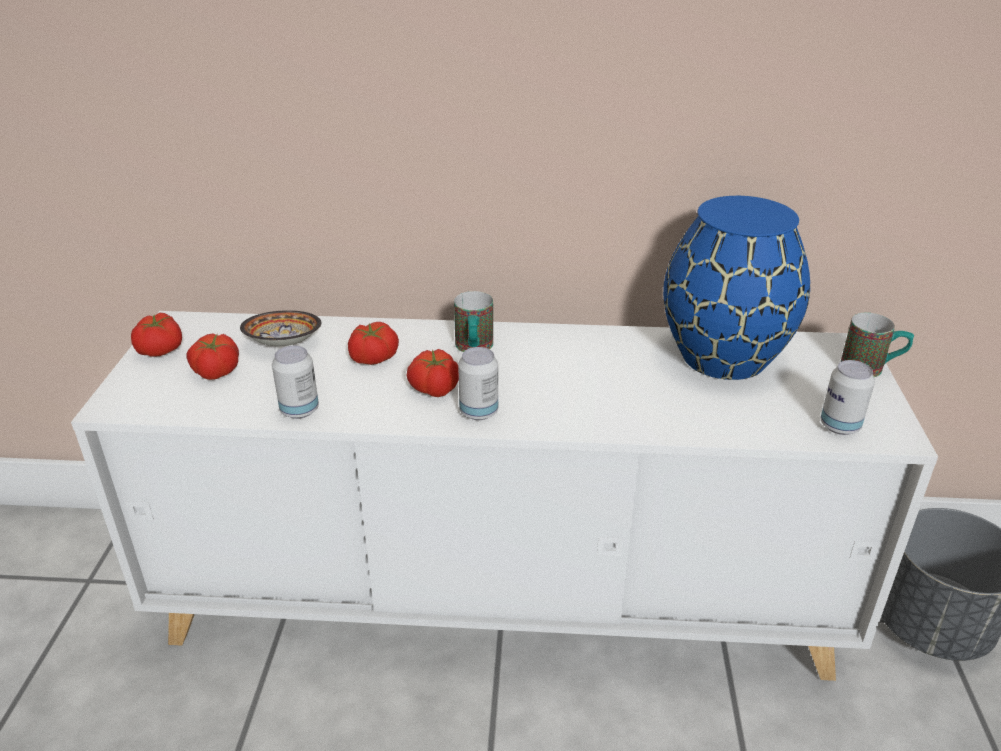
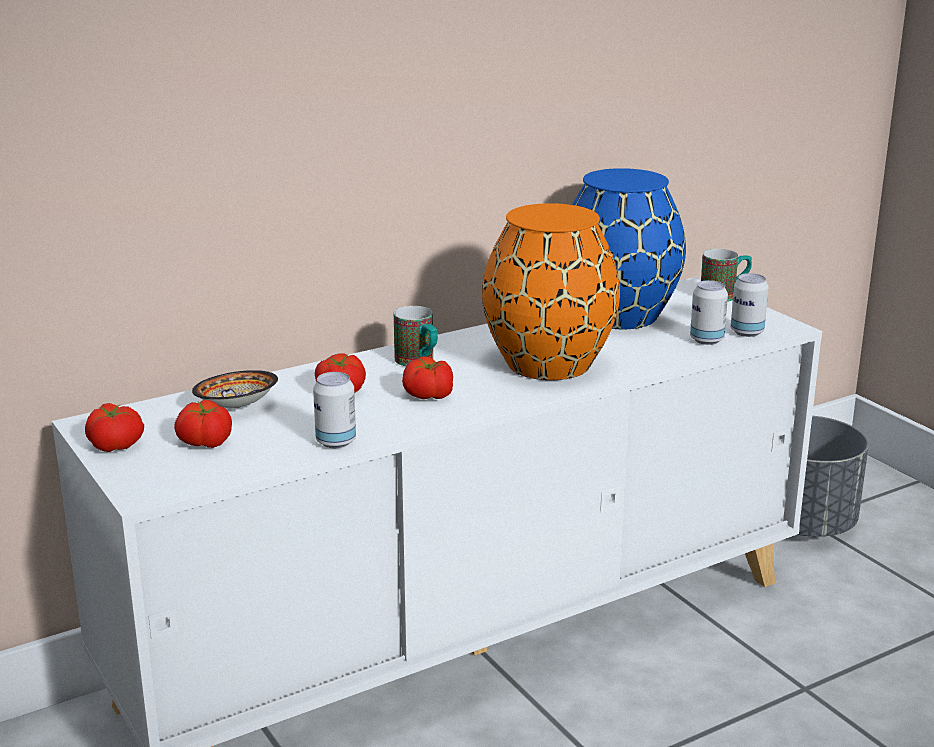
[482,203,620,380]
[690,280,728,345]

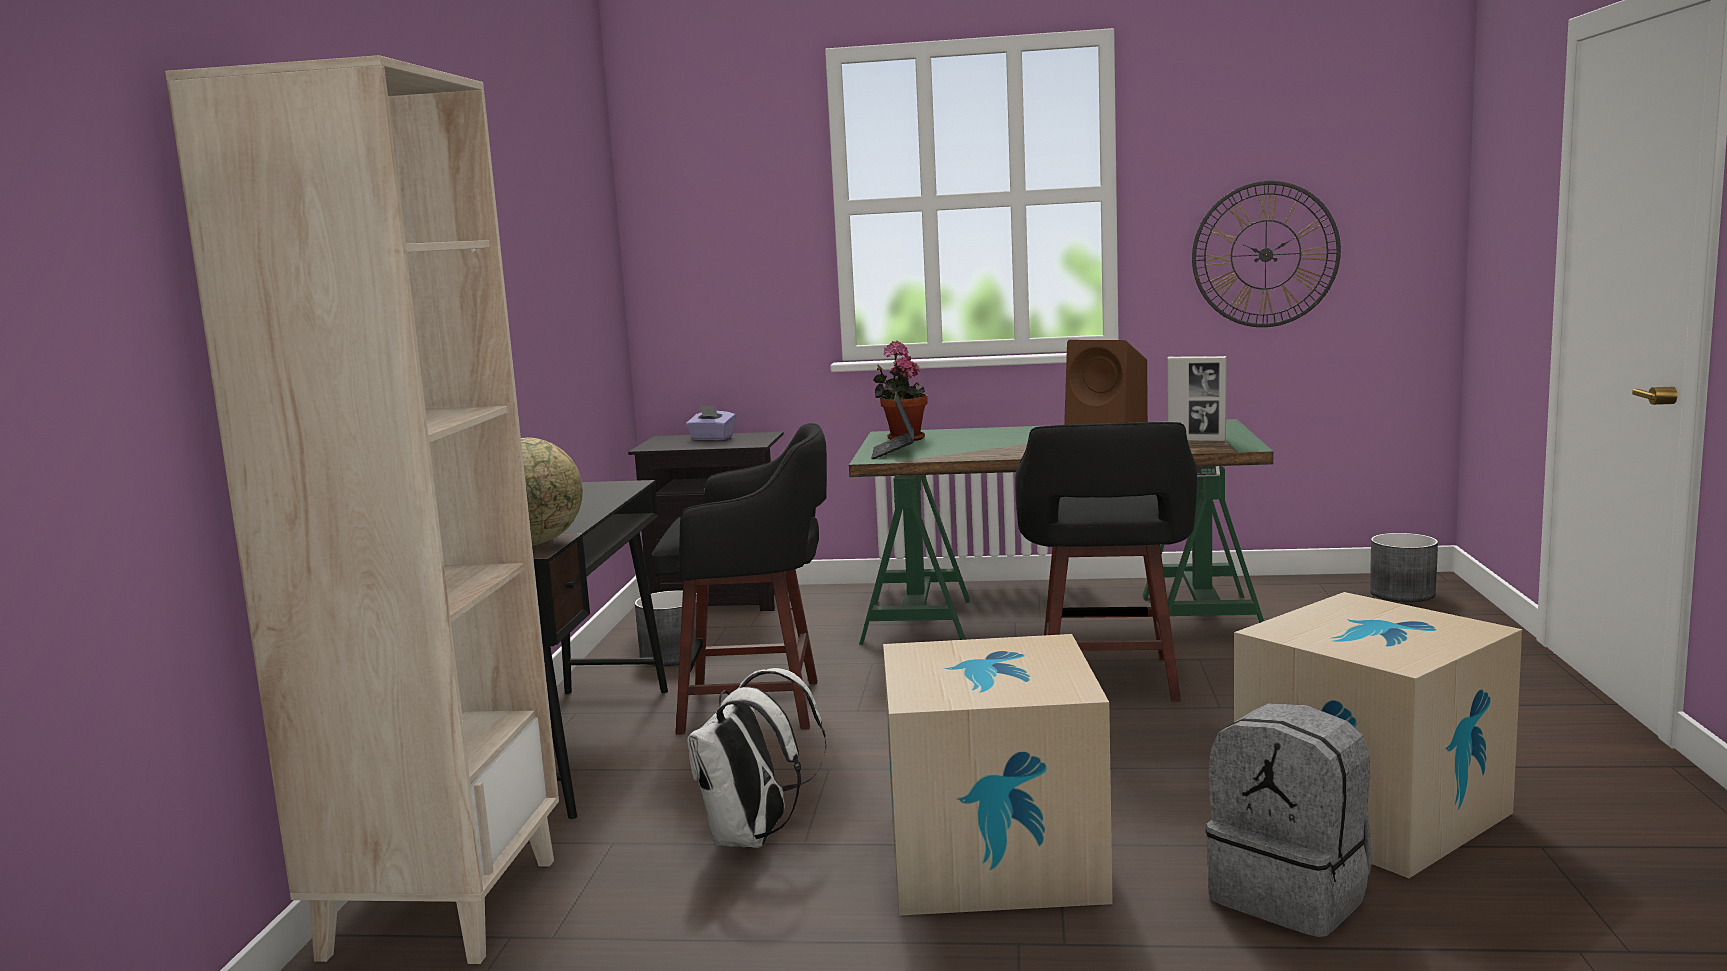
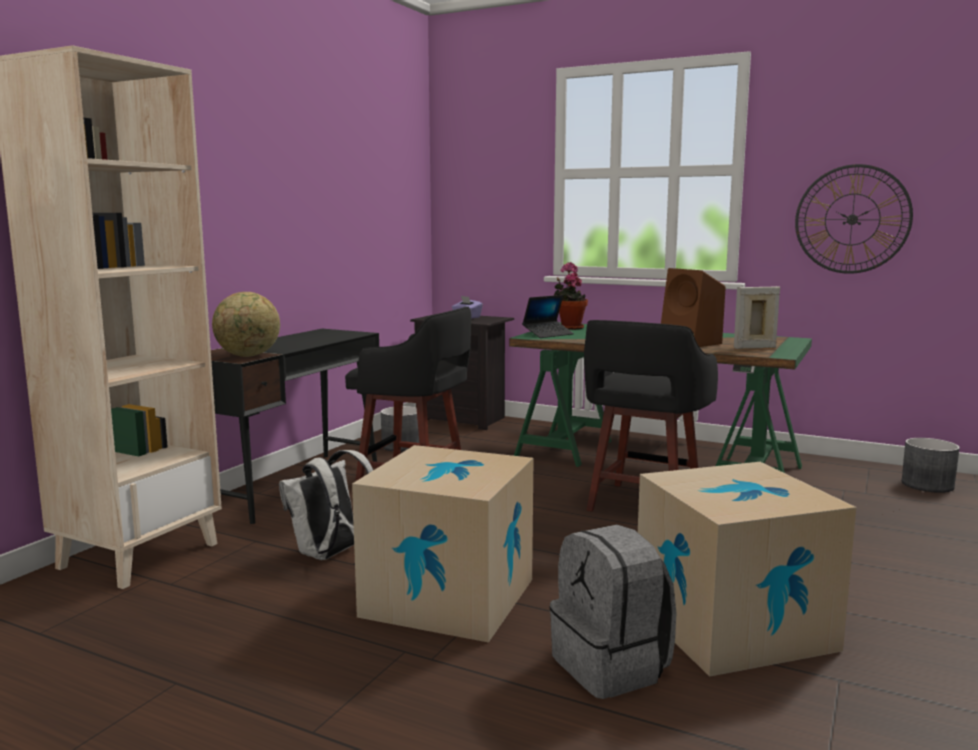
[522,295,574,338]
[734,286,780,349]

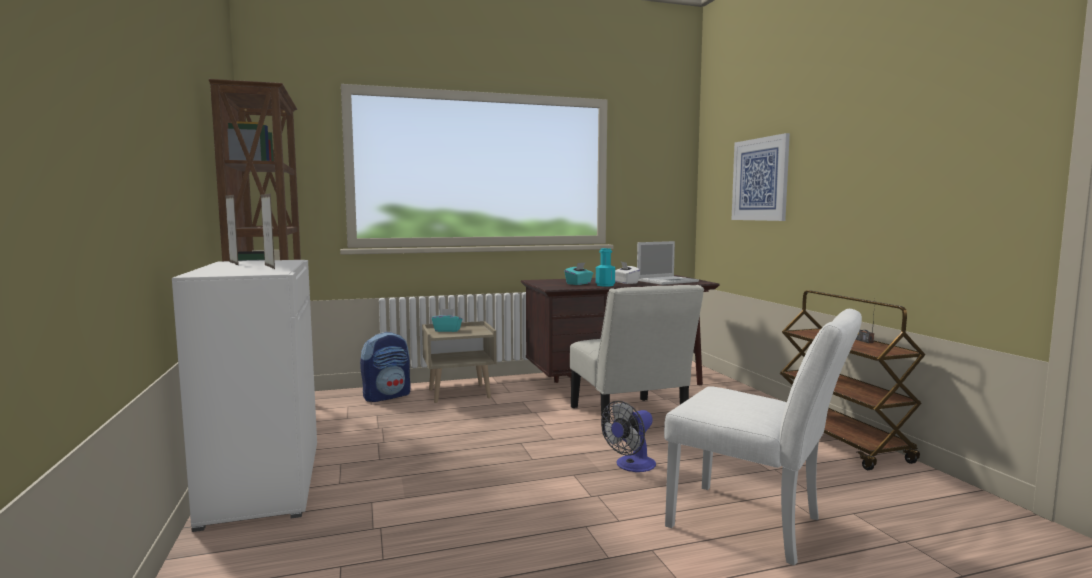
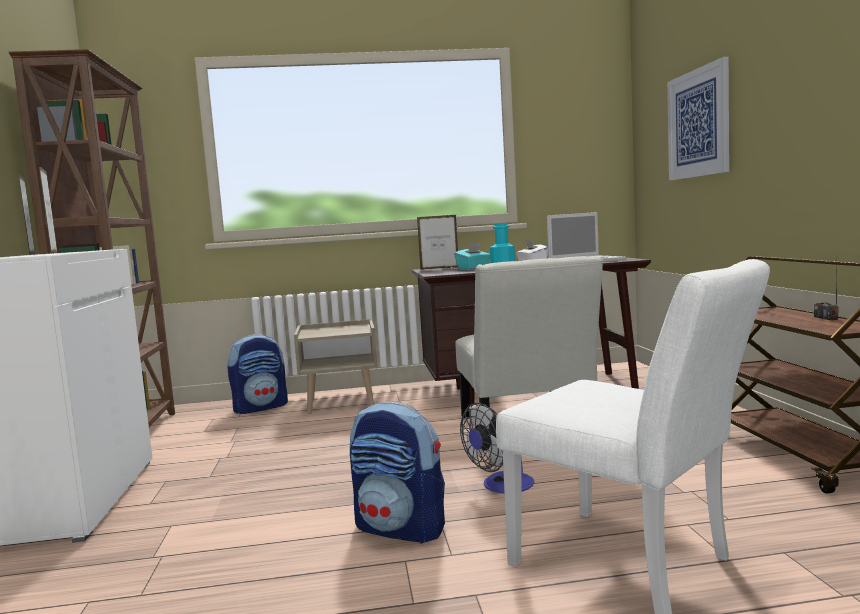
[350,402,445,544]
[417,215,458,270]
[432,309,462,332] (first image)

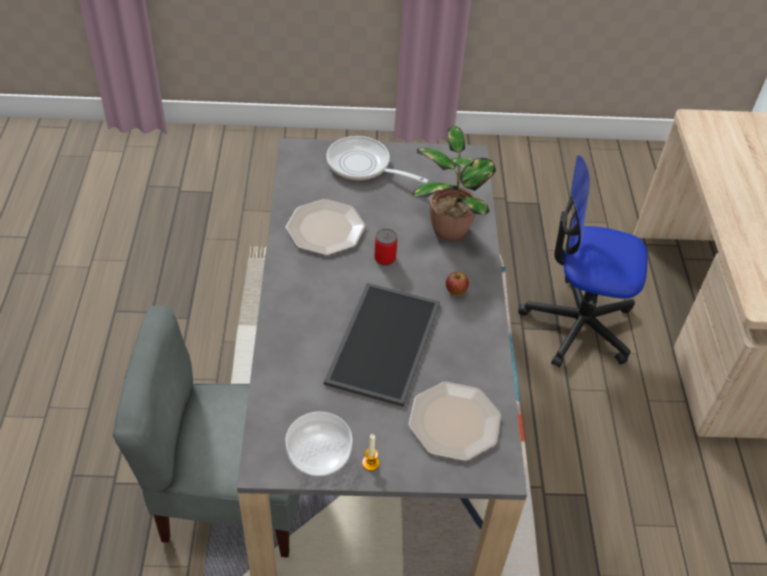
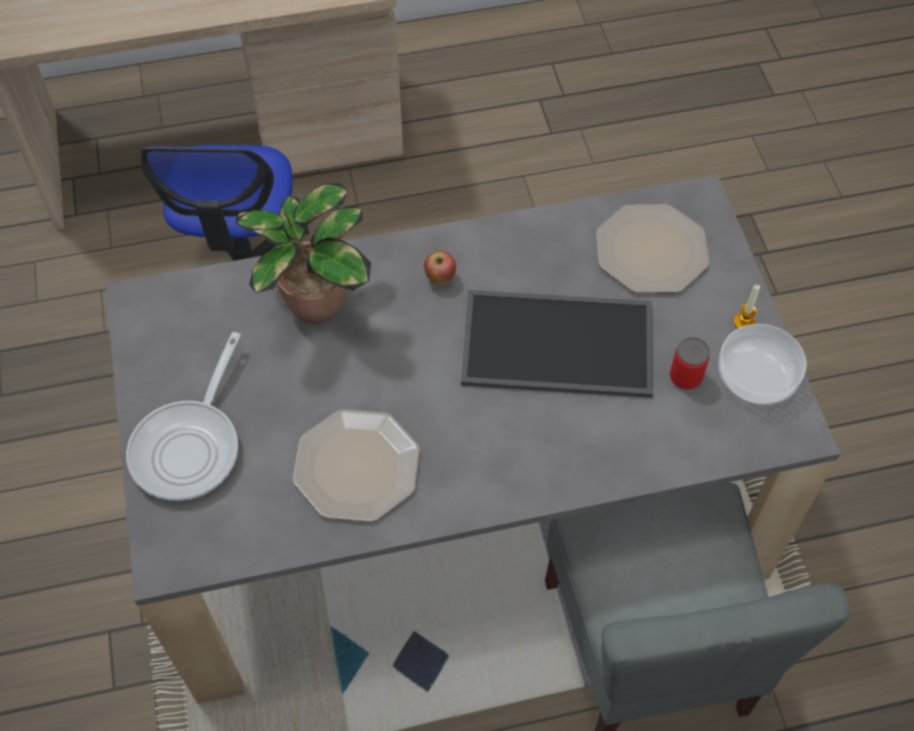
[670,337,710,390]

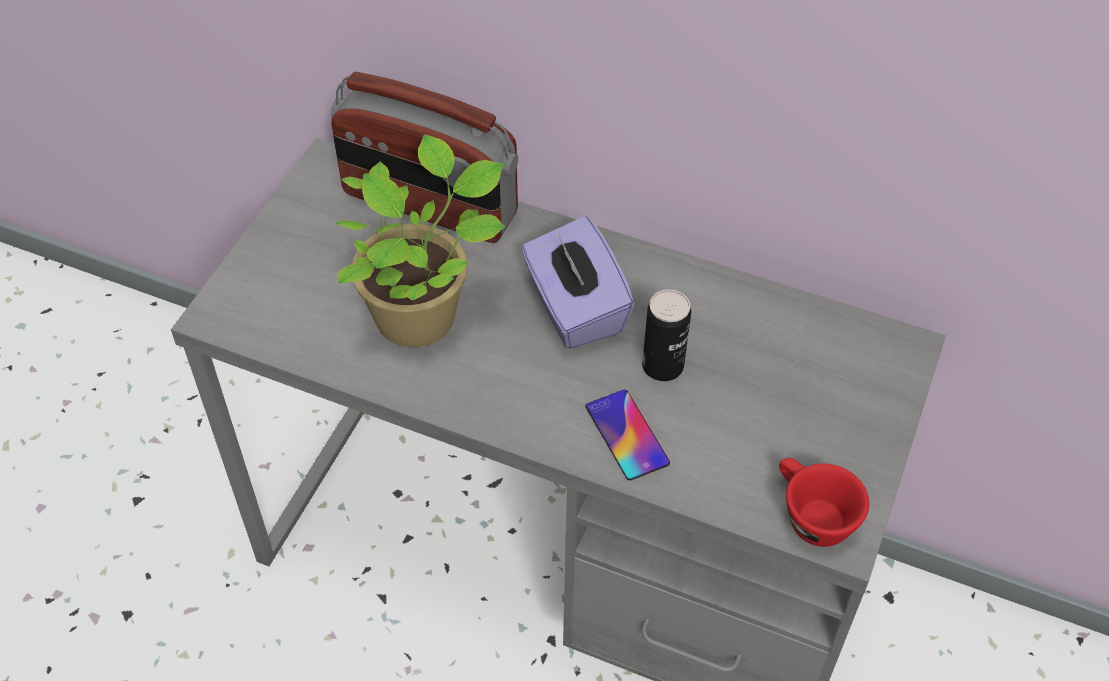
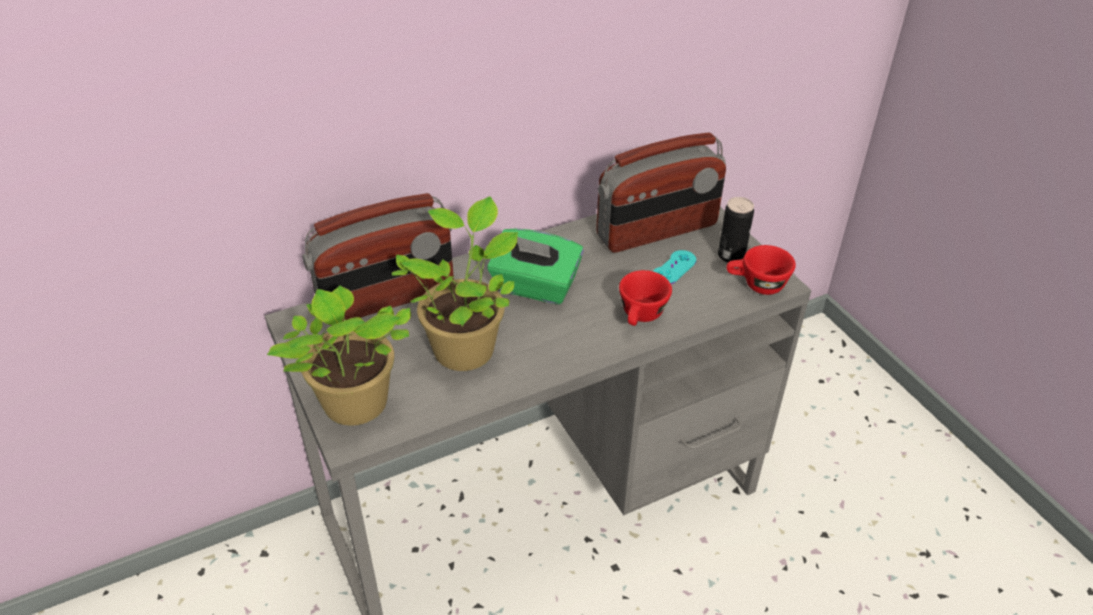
[267,285,411,425]
[487,228,584,304]
[596,133,726,253]
[619,270,672,326]
[653,250,697,284]
[718,197,754,263]

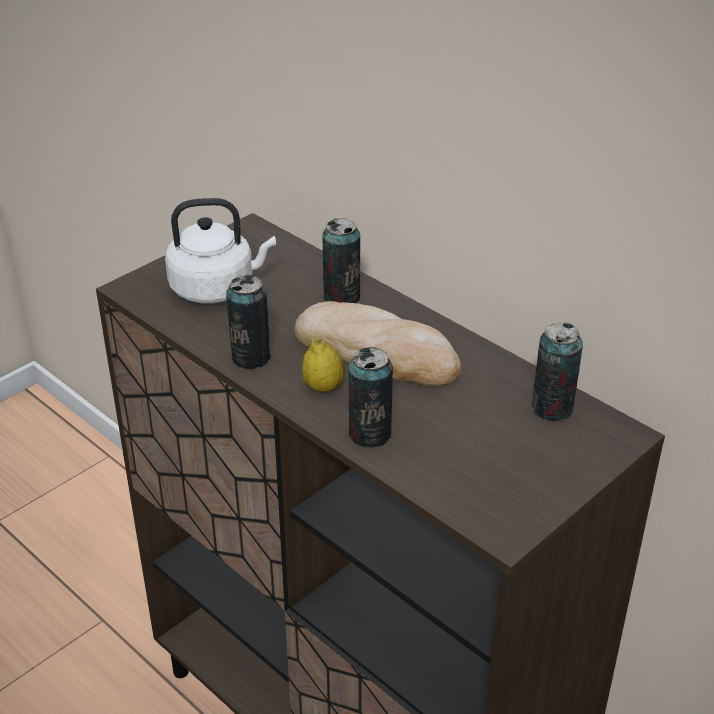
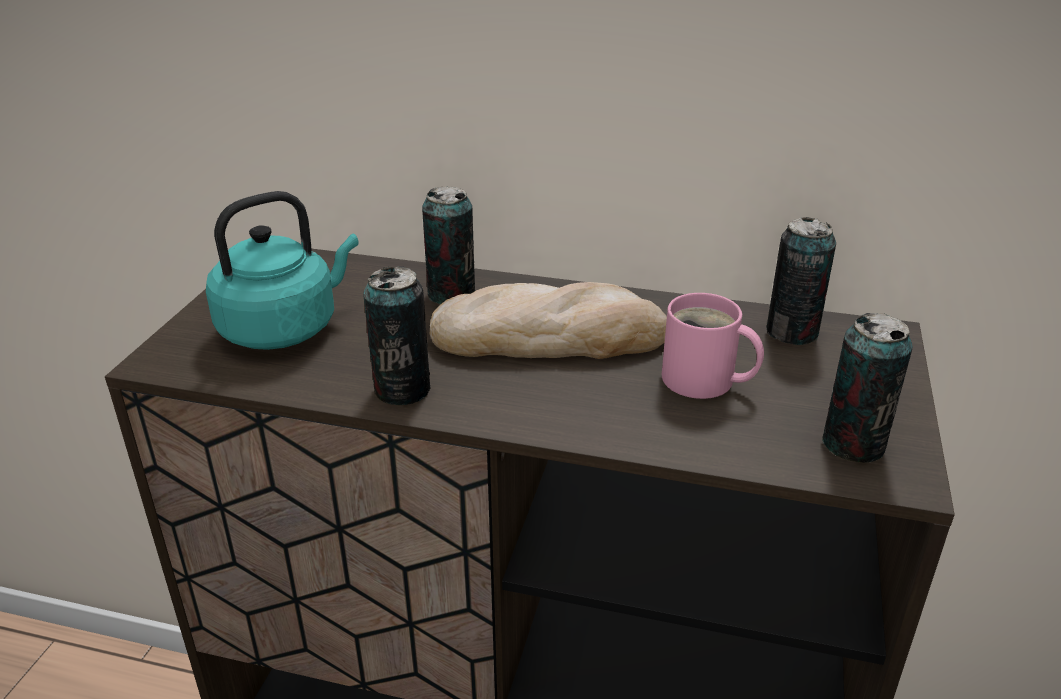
[206,191,359,350]
[662,293,764,399]
[822,313,912,463]
[302,338,344,392] (first image)

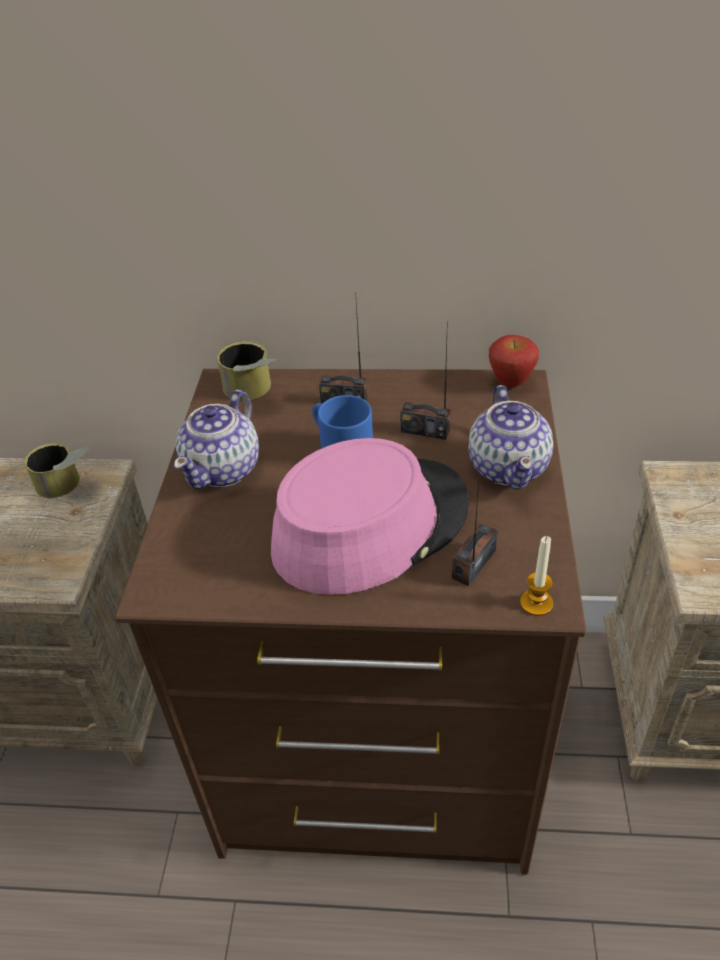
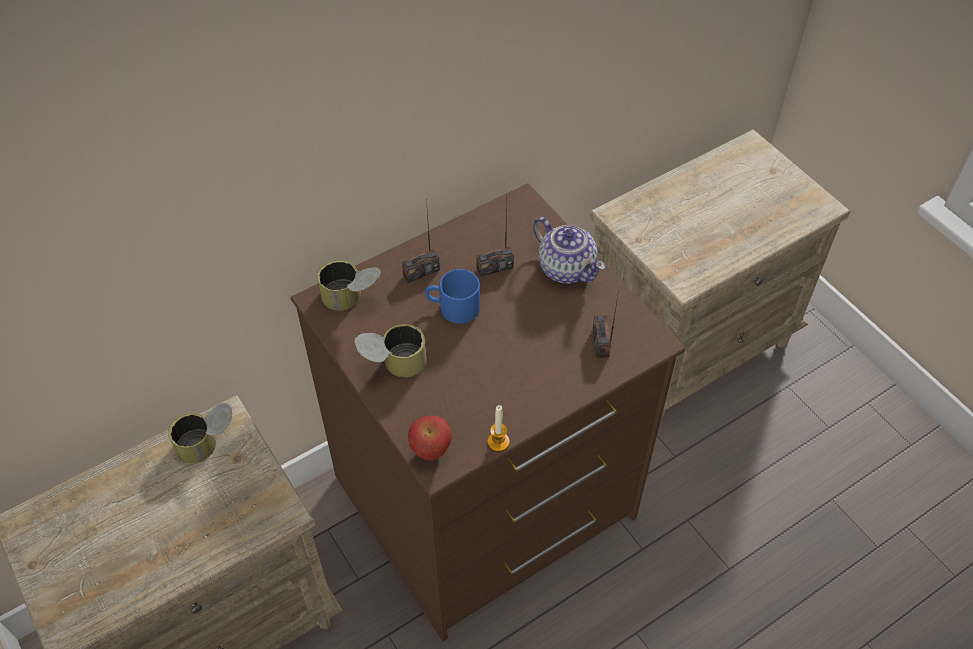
[354,324,427,377]
[408,416,452,460]
[487,405,510,452]
[271,438,469,595] (first image)

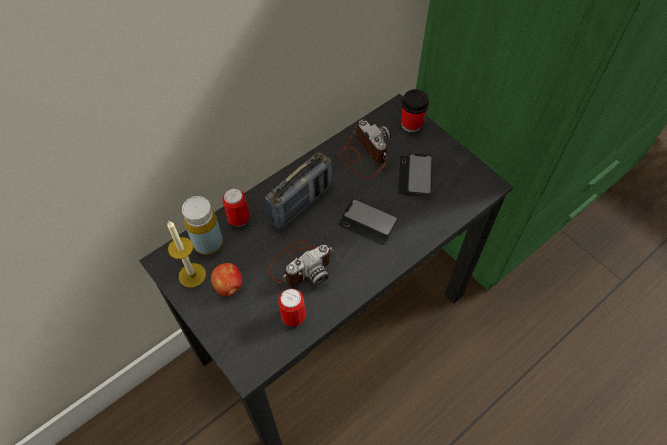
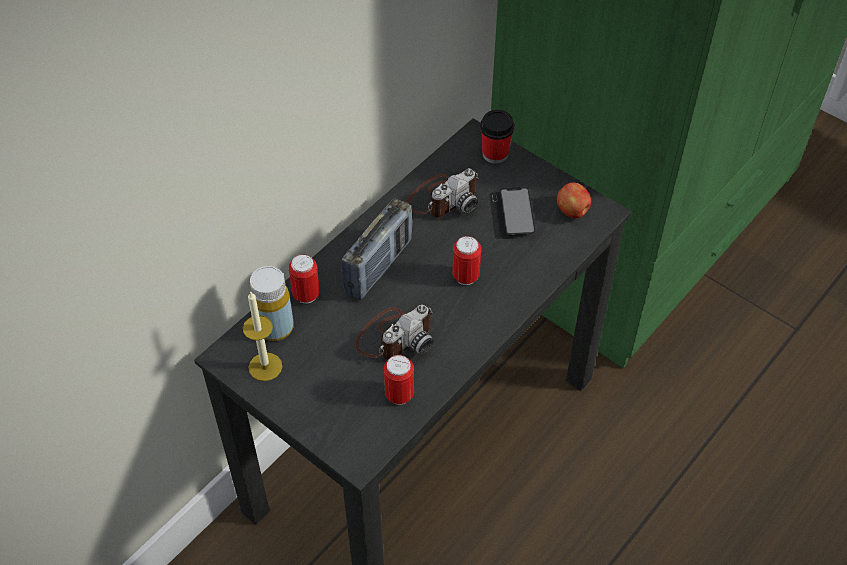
[407,169,479,218]
[453,236,481,285]
[557,183,591,218]

